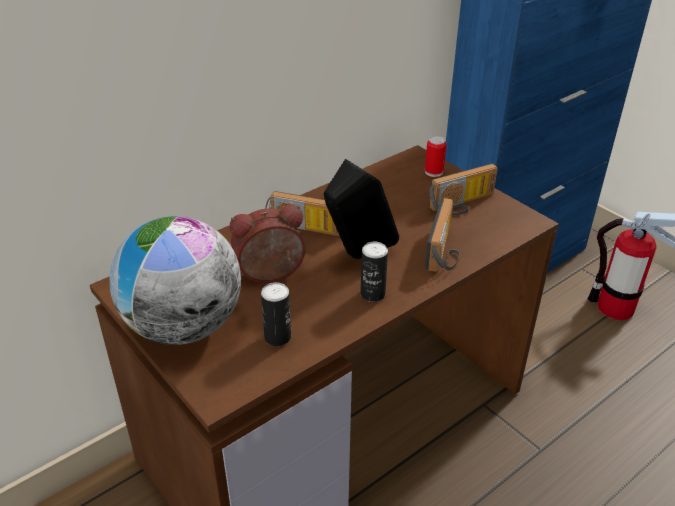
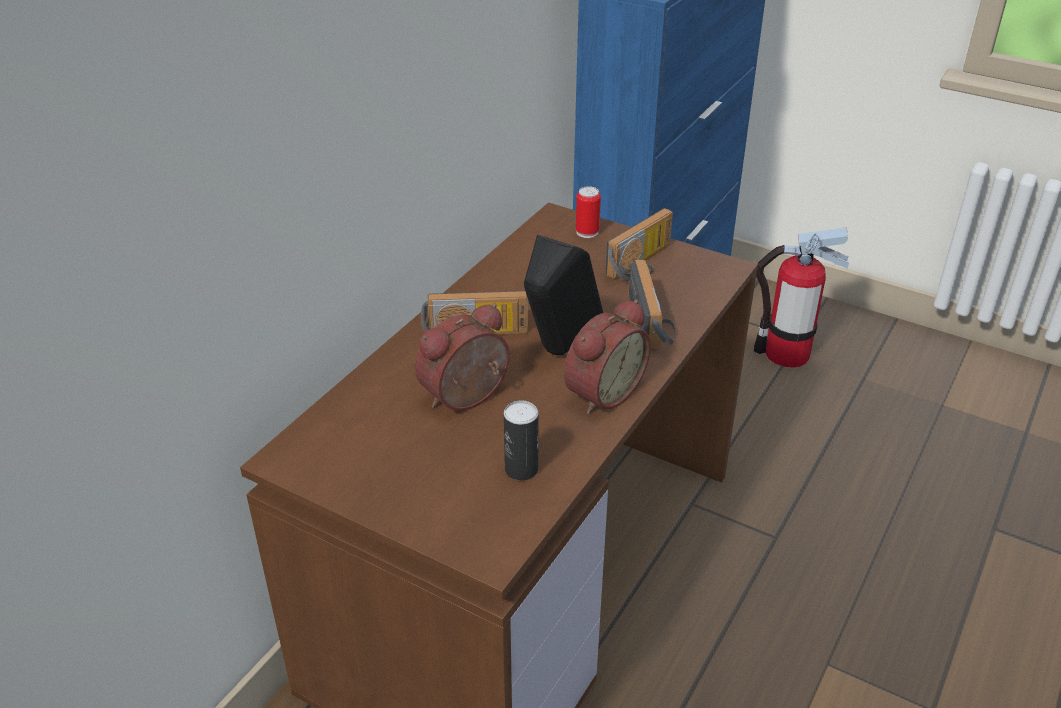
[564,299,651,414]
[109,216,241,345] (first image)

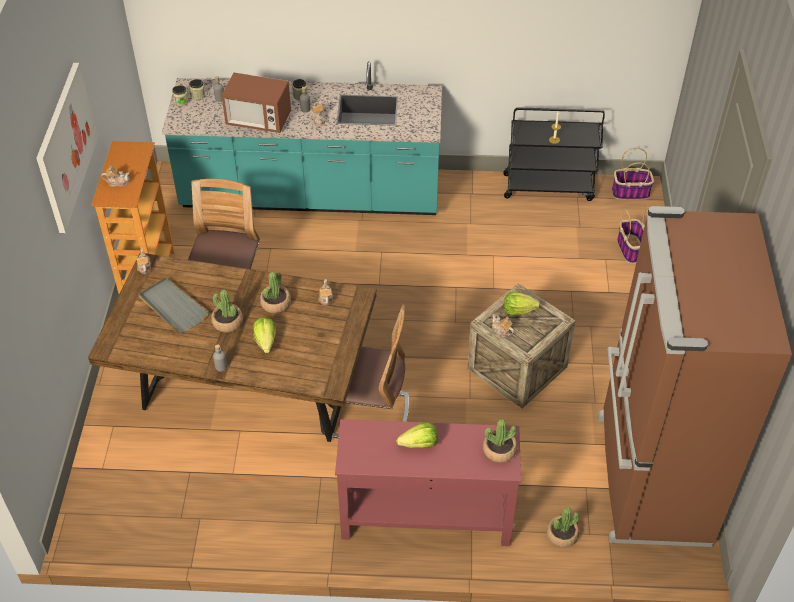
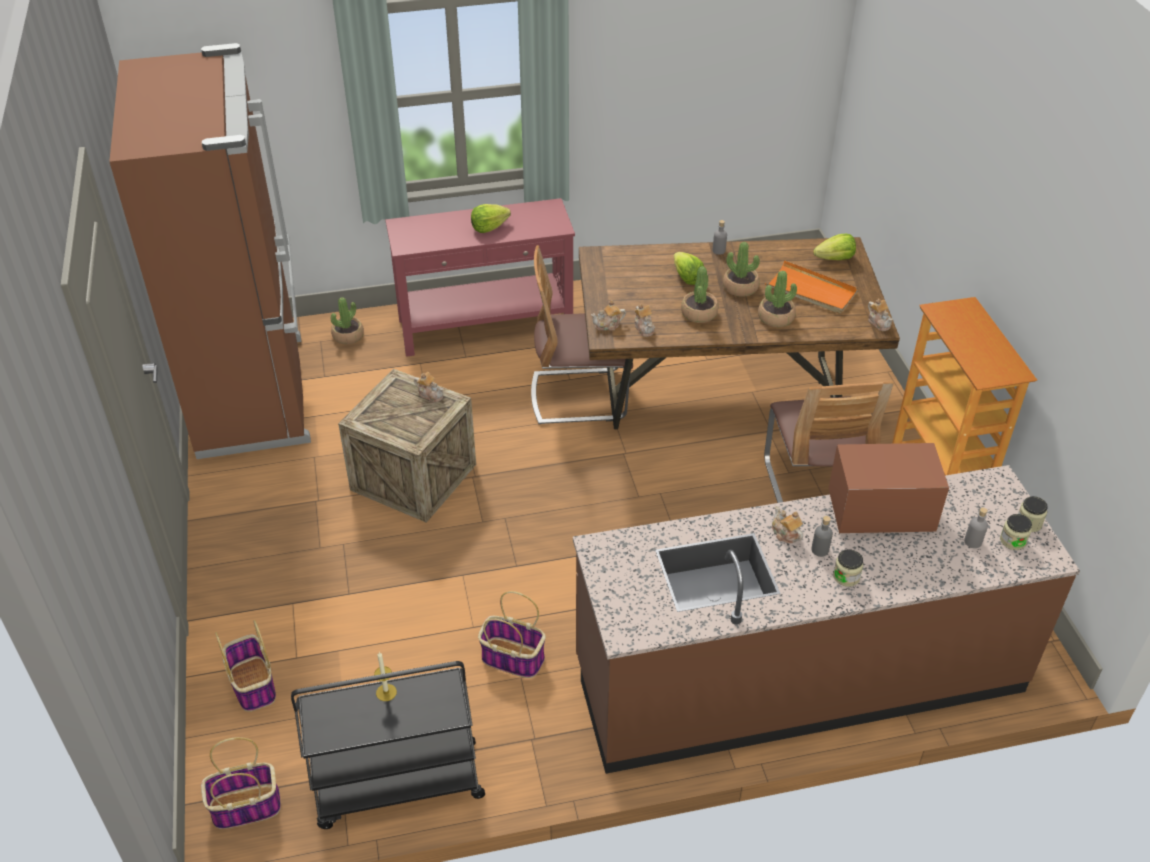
[478,591,546,678]
[573,465,1080,774]
[591,300,626,331]
[758,271,797,327]
[765,260,858,314]
[813,234,856,260]
[36,63,98,233] (first image)

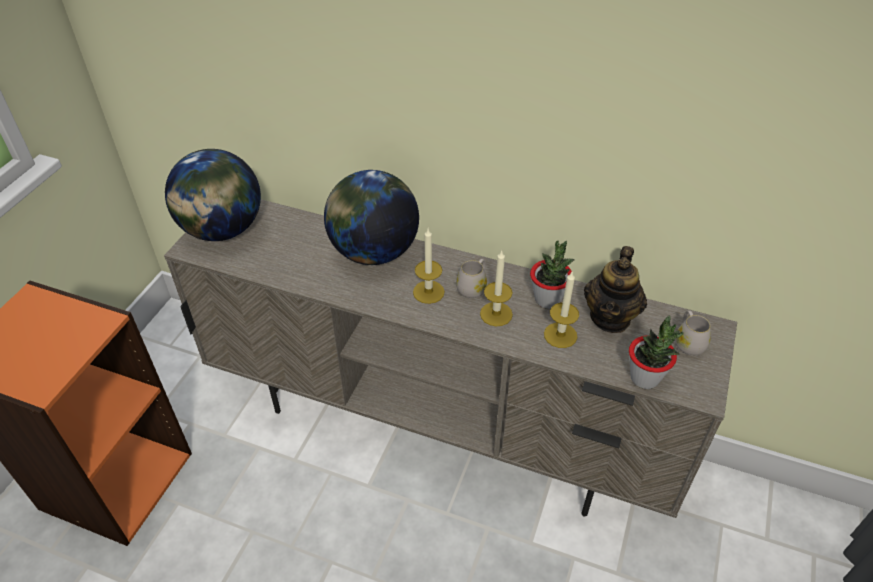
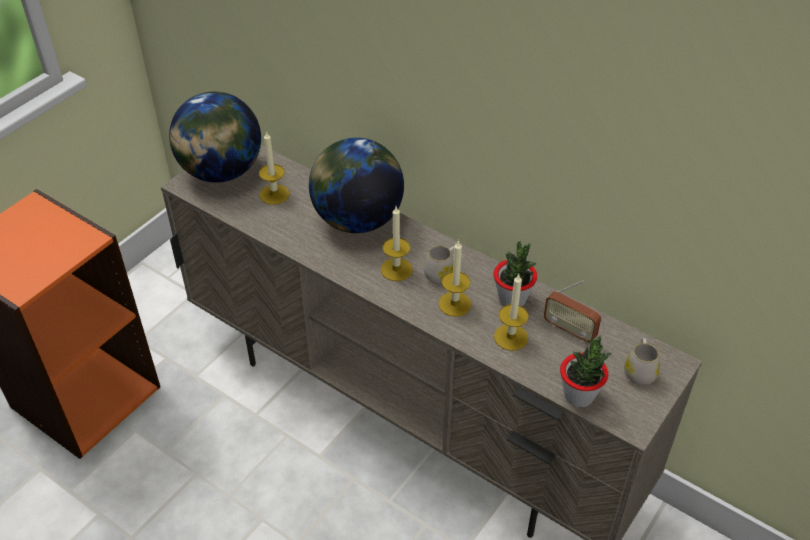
[259,131,289,205]
[544,280,601,343]

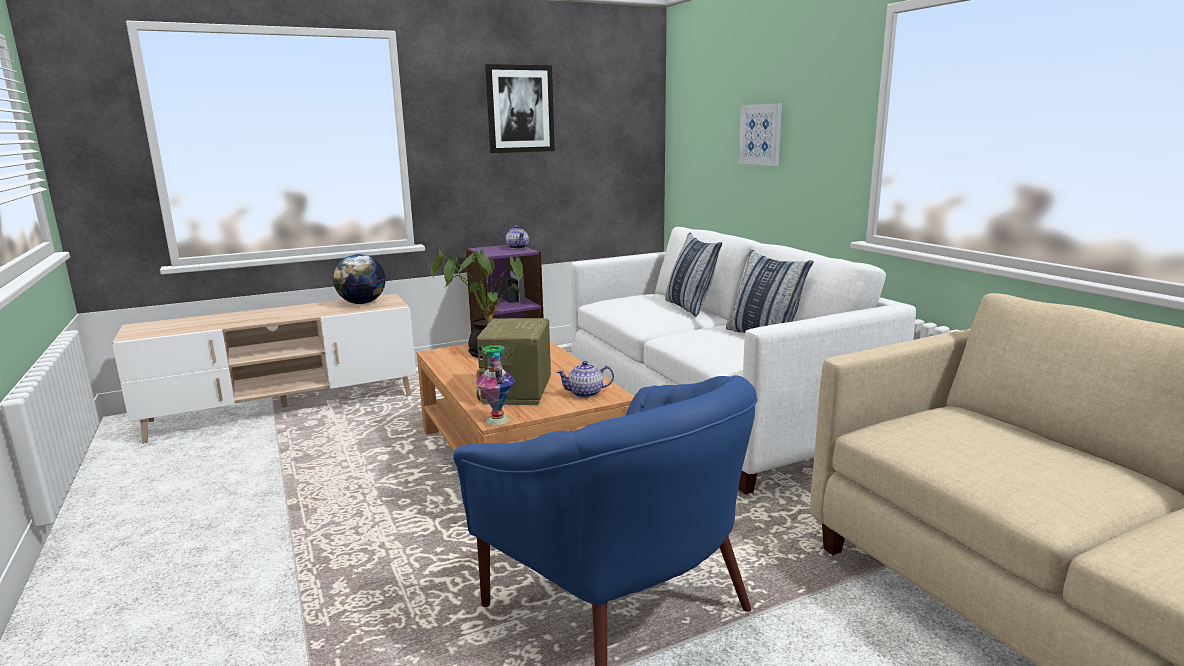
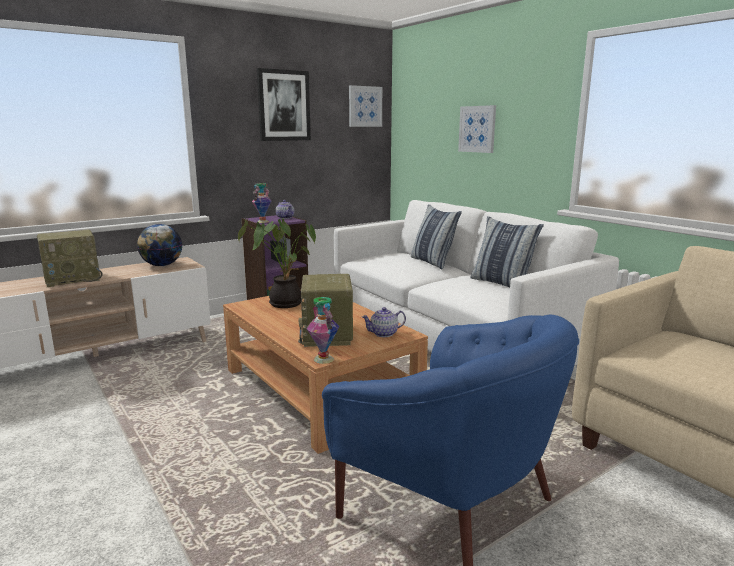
[37,229,103,287]
[252,183,271,223]
[349,85,382,127]

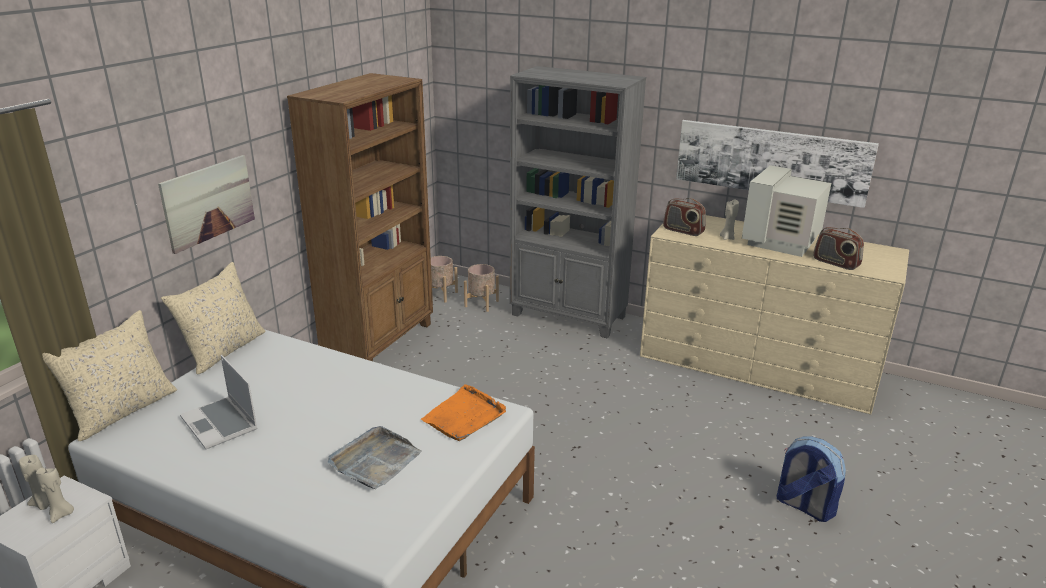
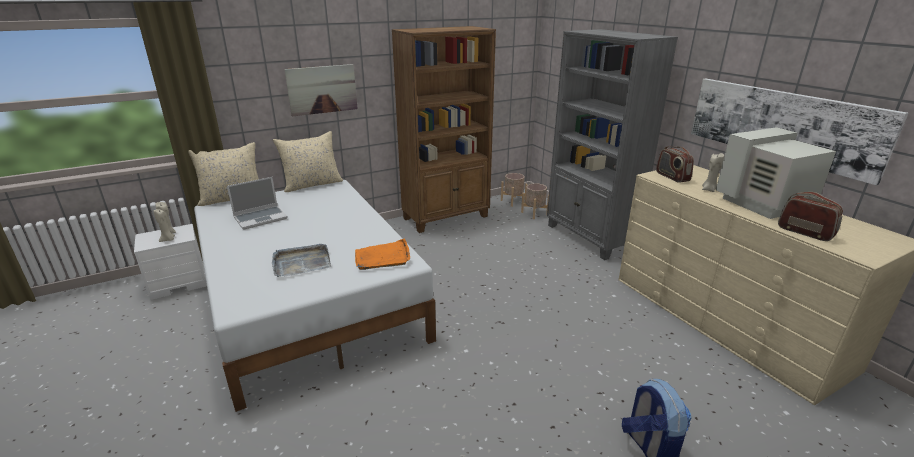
[227,177,288,230]
[778,192,843,241]

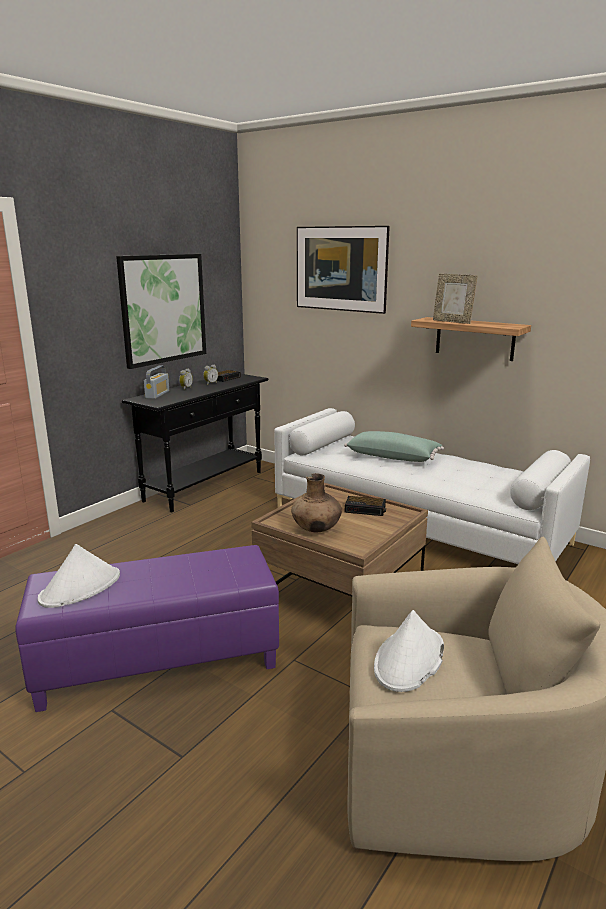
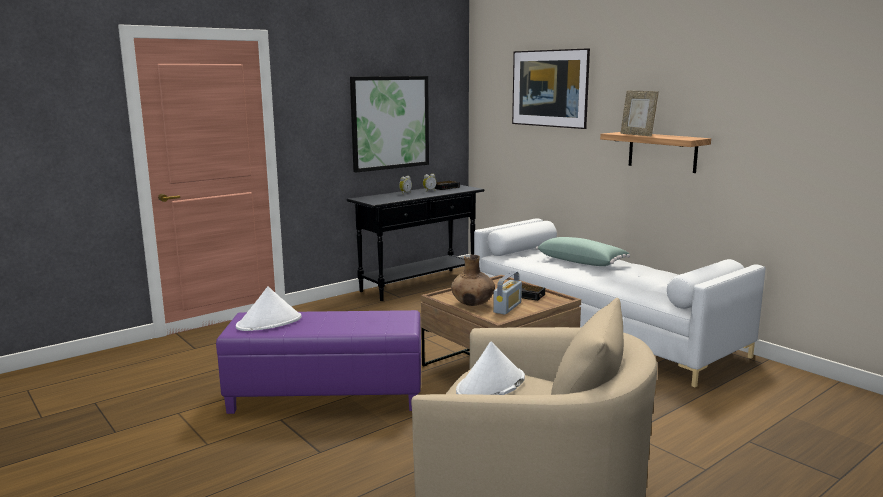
[493,271,522,314]

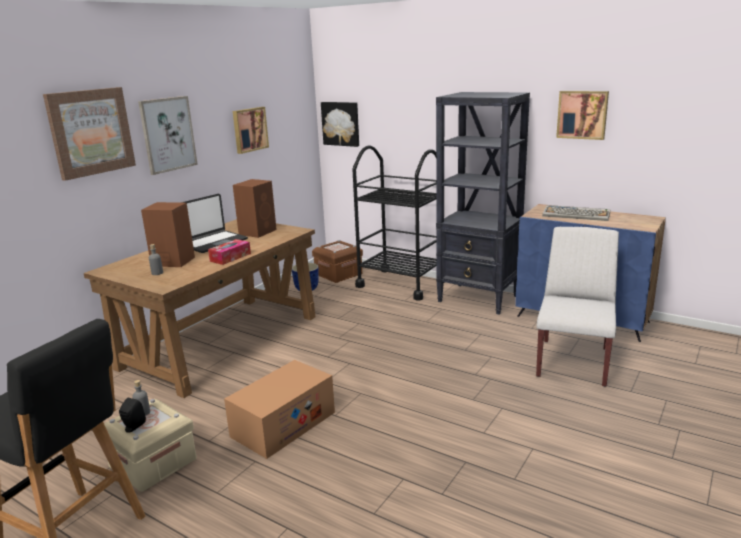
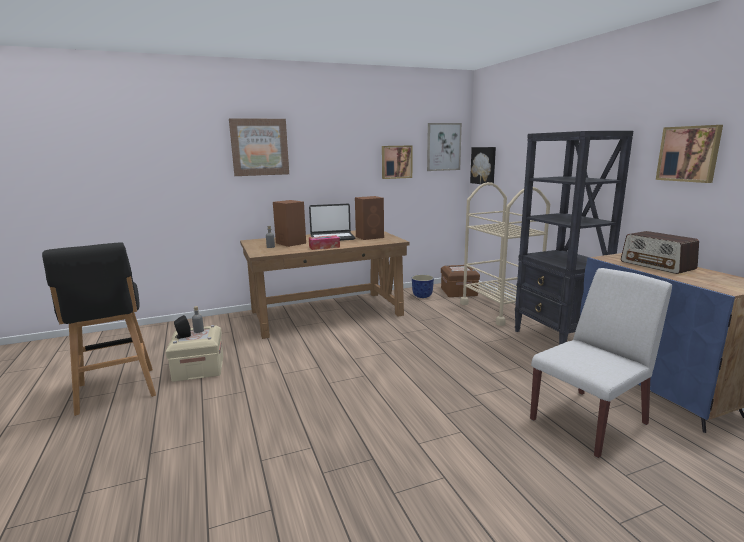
[427,123,462,171]
[460,182,550,326]
[621,231,699,274]
[224,360,335,459] (first image)

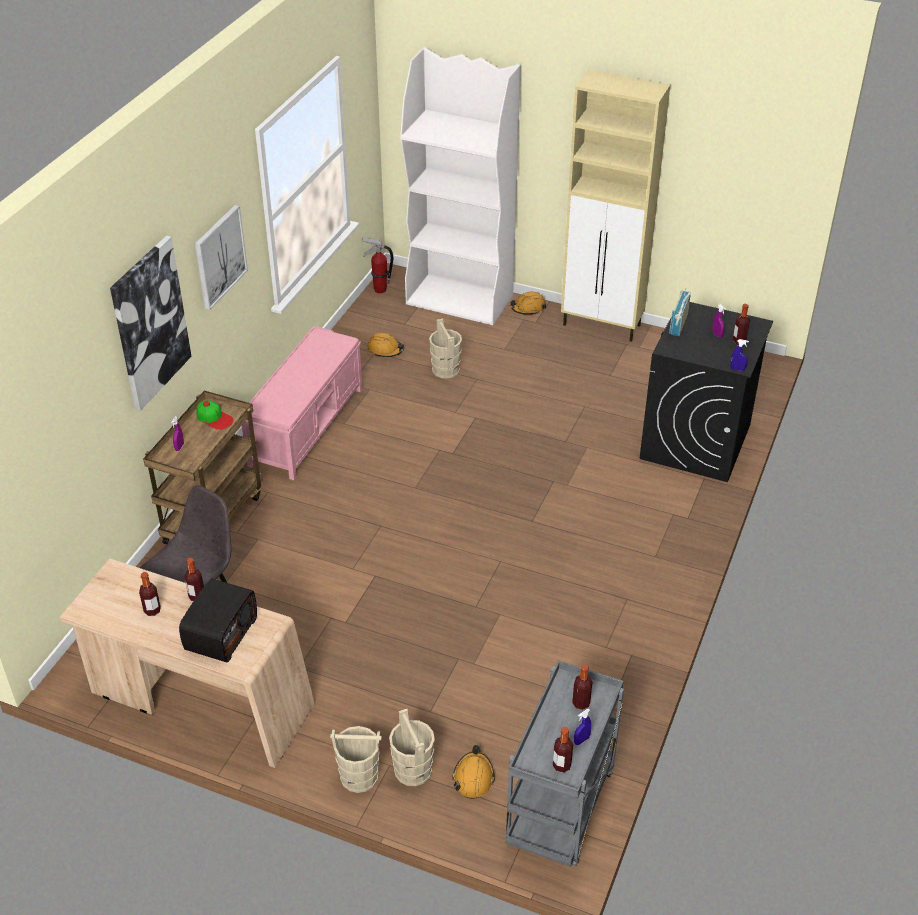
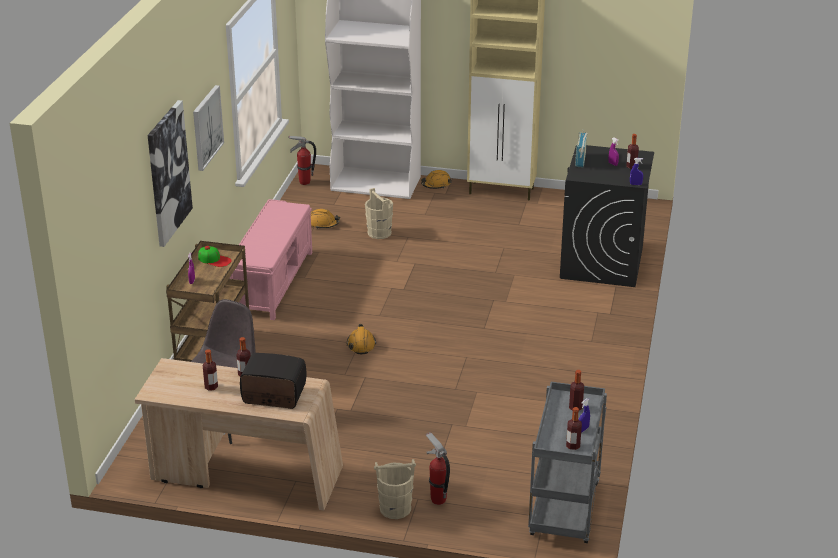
[240,353,306,409]
[346,324,376,354]
[426,432,450,505]

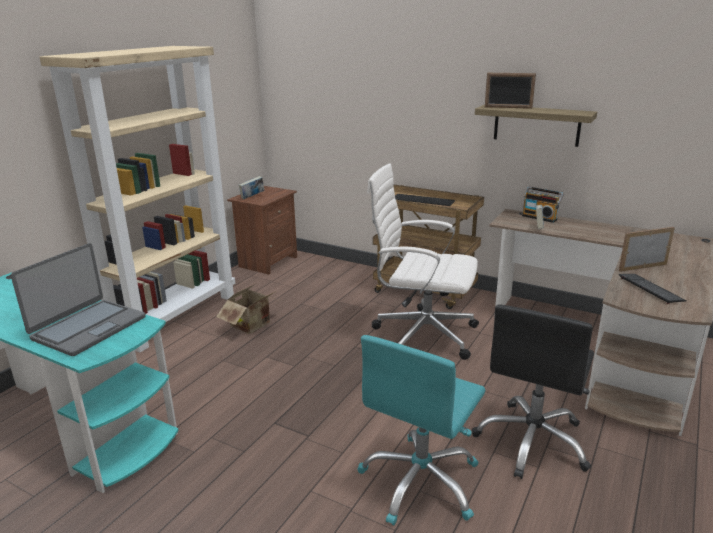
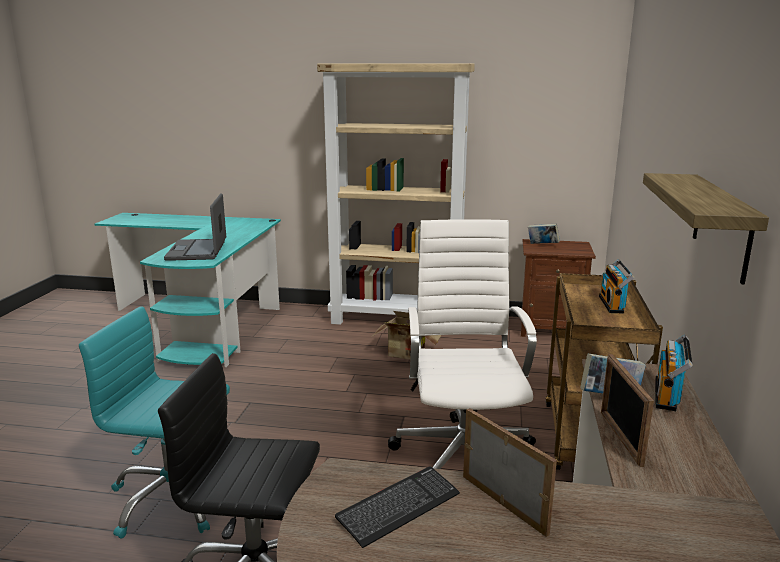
[164,193,226,261]
[599,259,635,313]
[601,354,654,467]

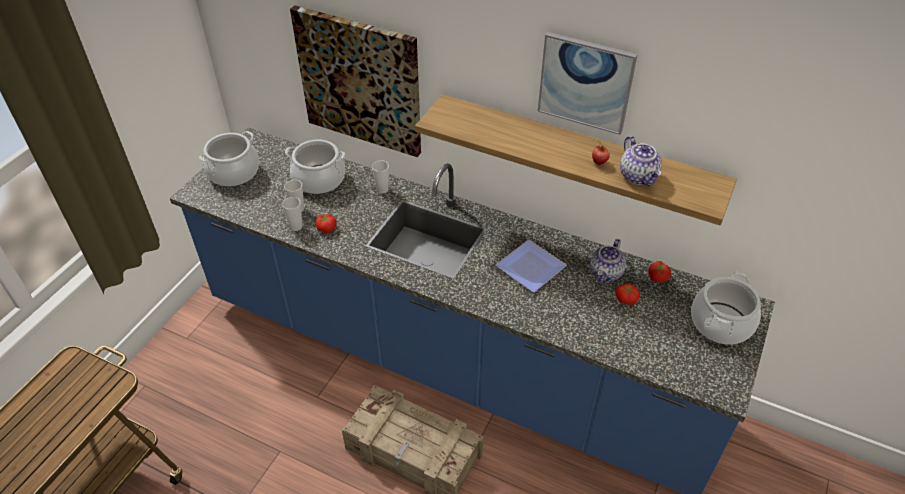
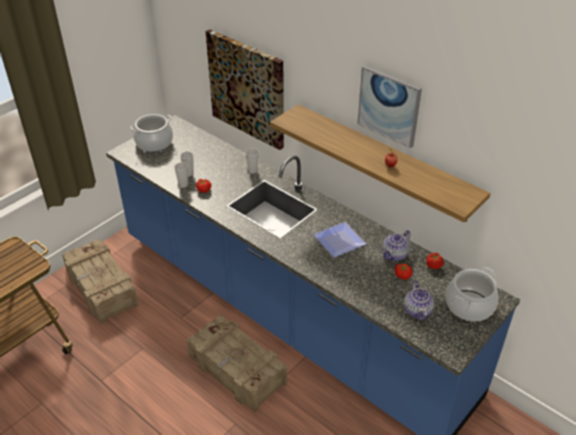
[62,239,139,324]
[404,280,434,321]
[285,140,345,194] (first image)

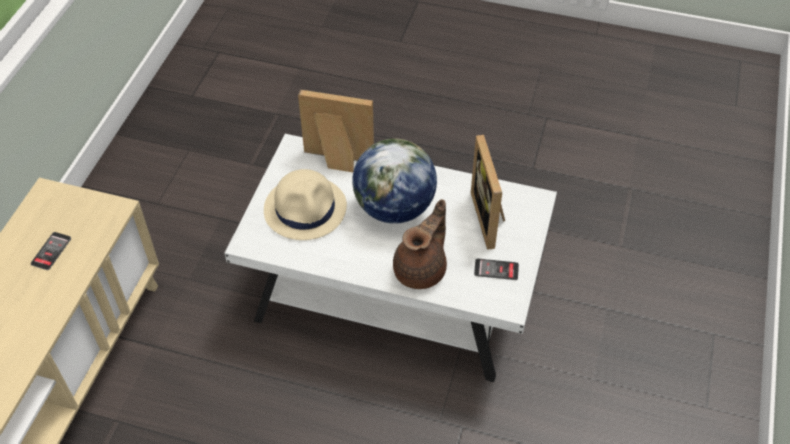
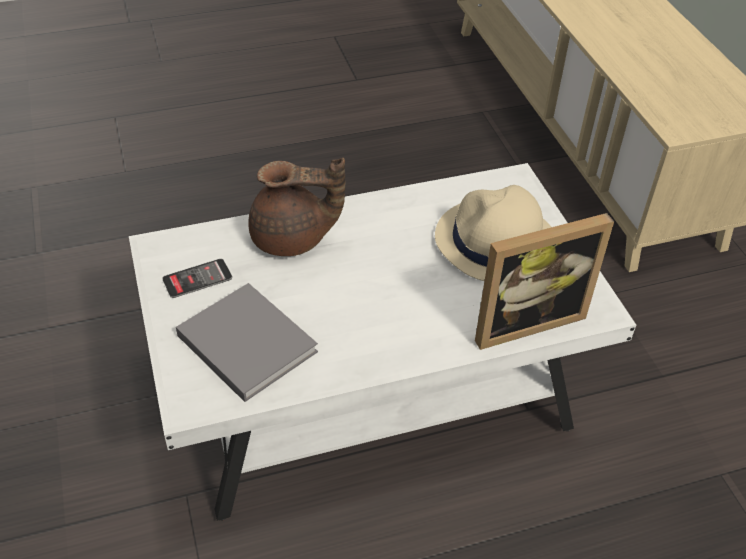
[176,283,318,402]
[248,158,345,256]
[31,232,71,270] (first image)
[352,139,437,224] (first image)

